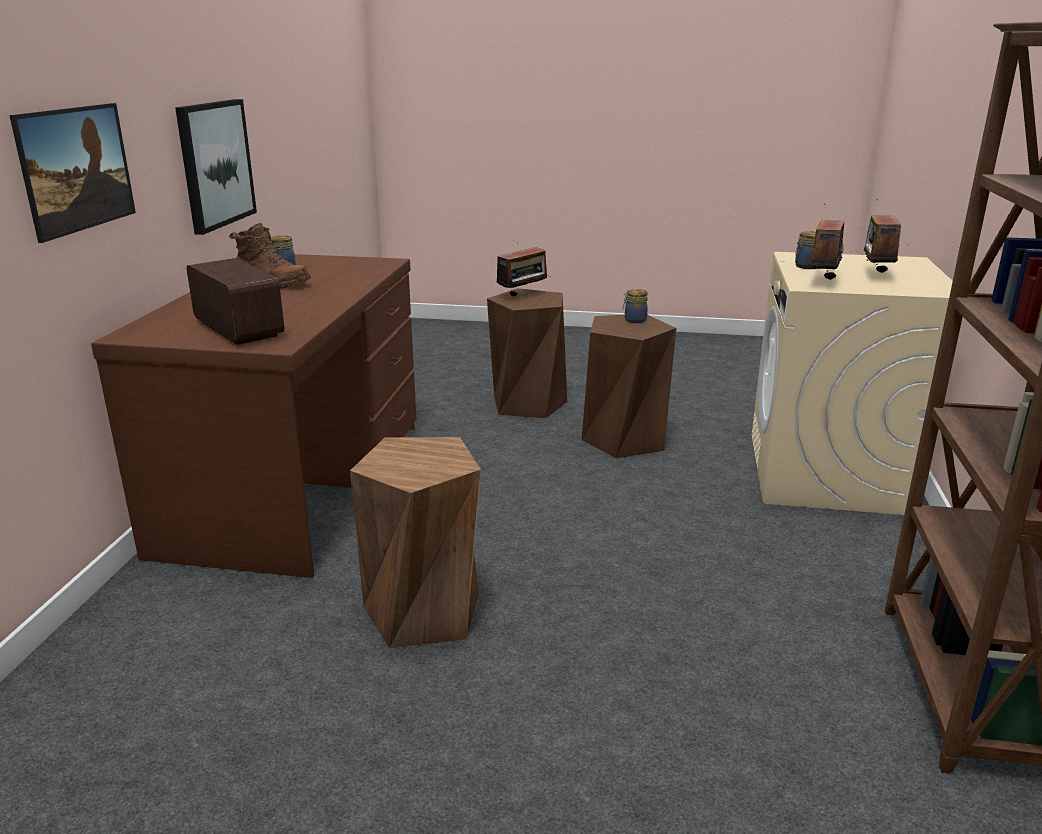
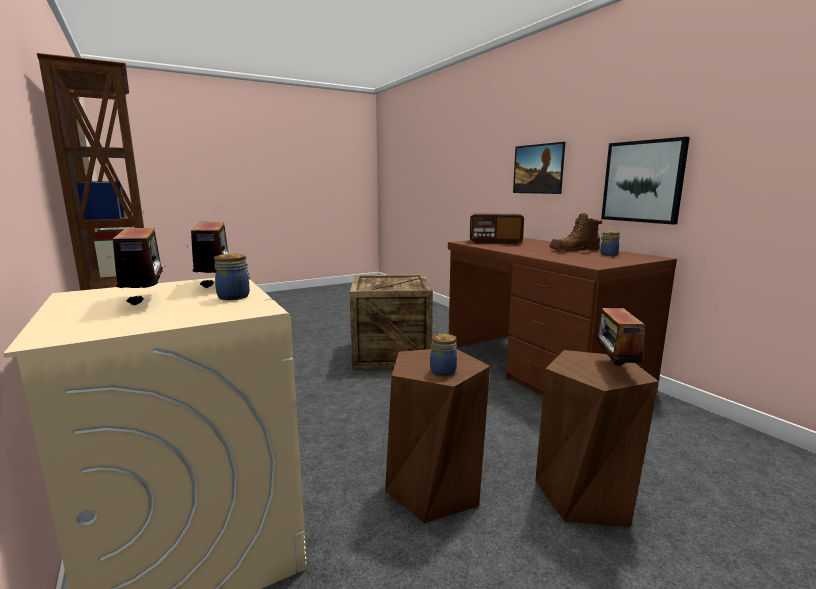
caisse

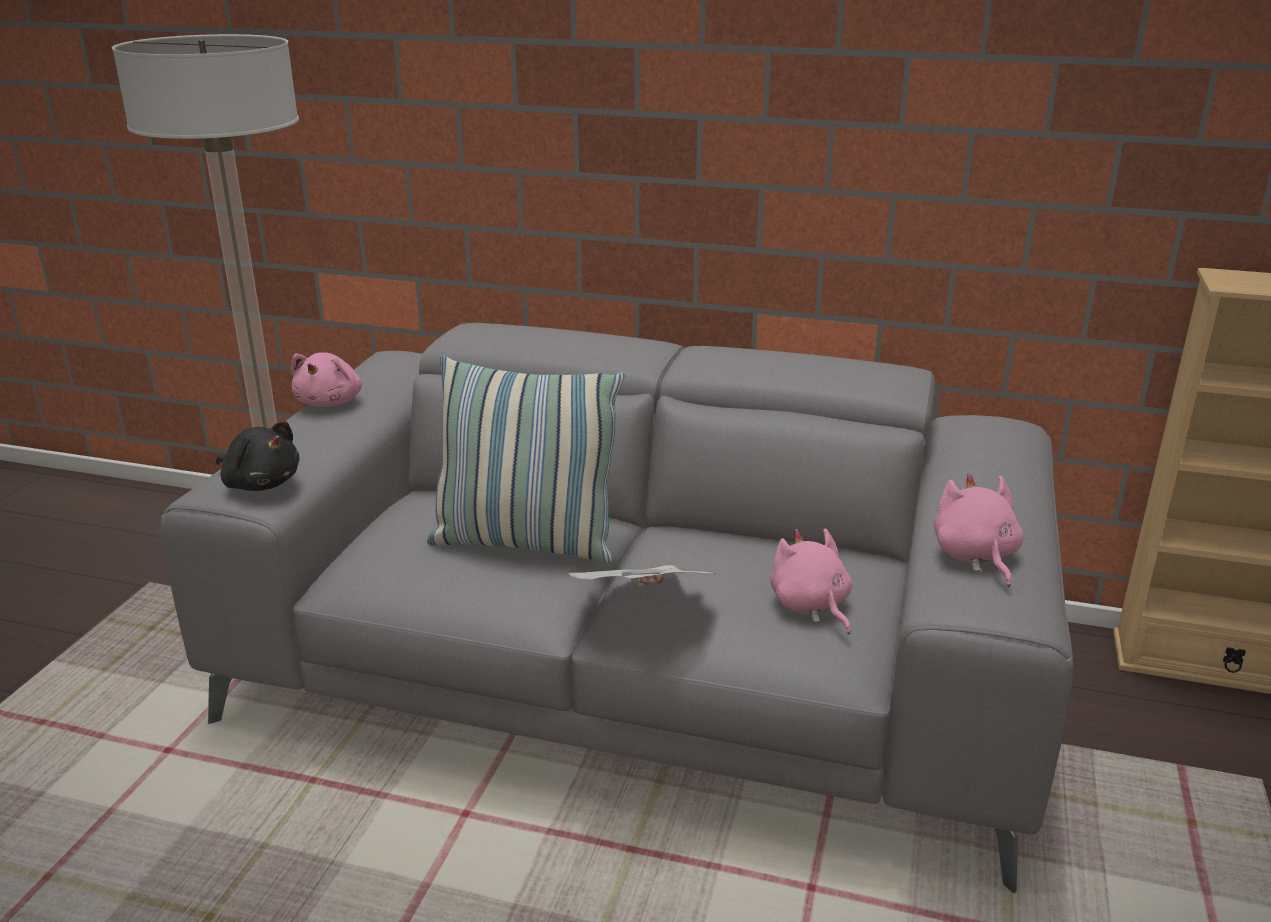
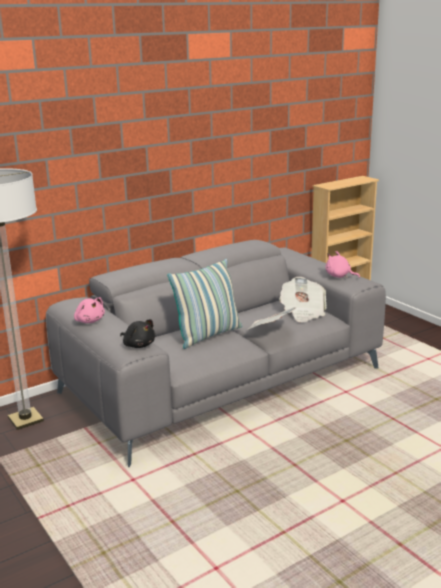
journal (no. 2 from left)
peluche (noir)

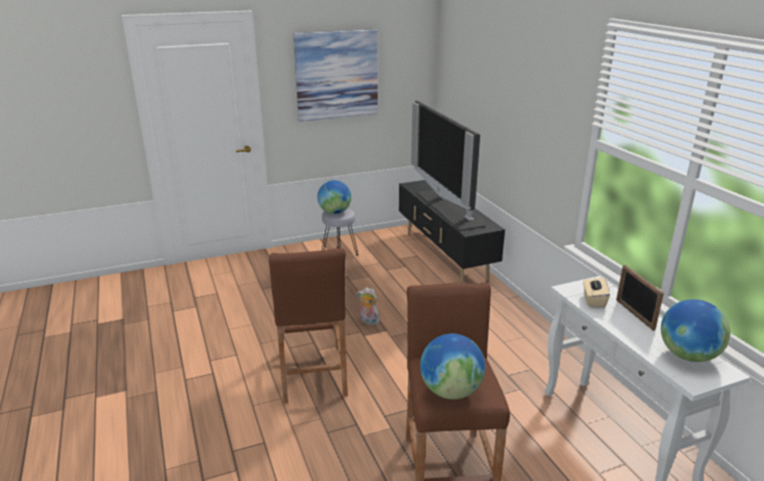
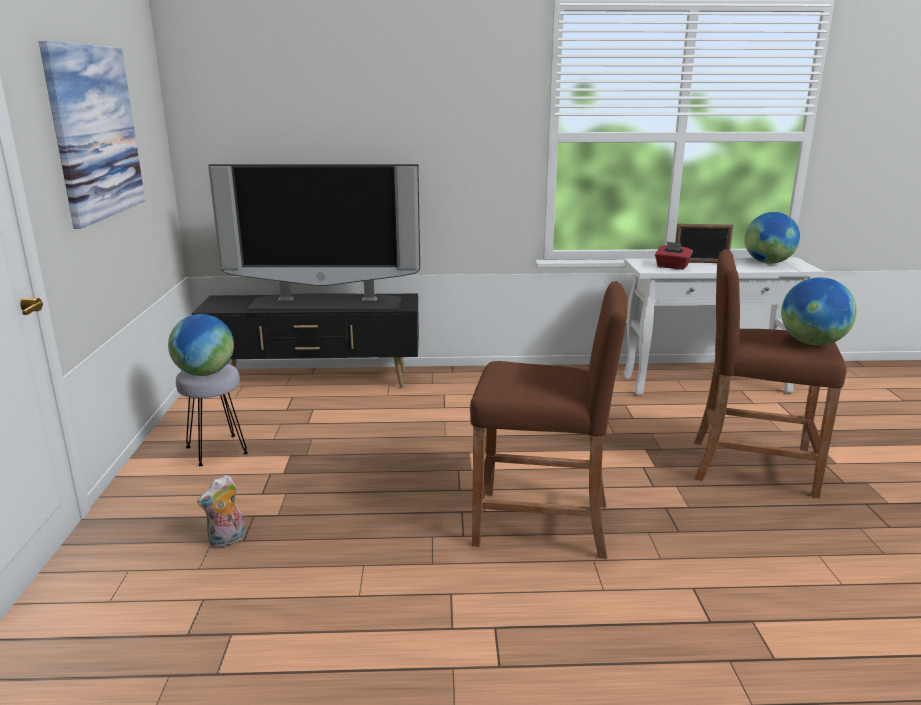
peluche
boîte à mouchoirs (rouge)

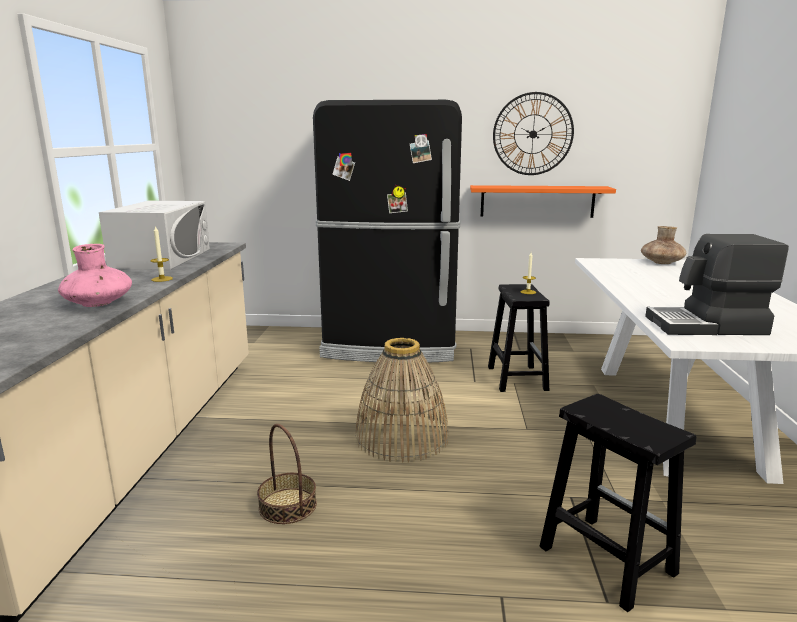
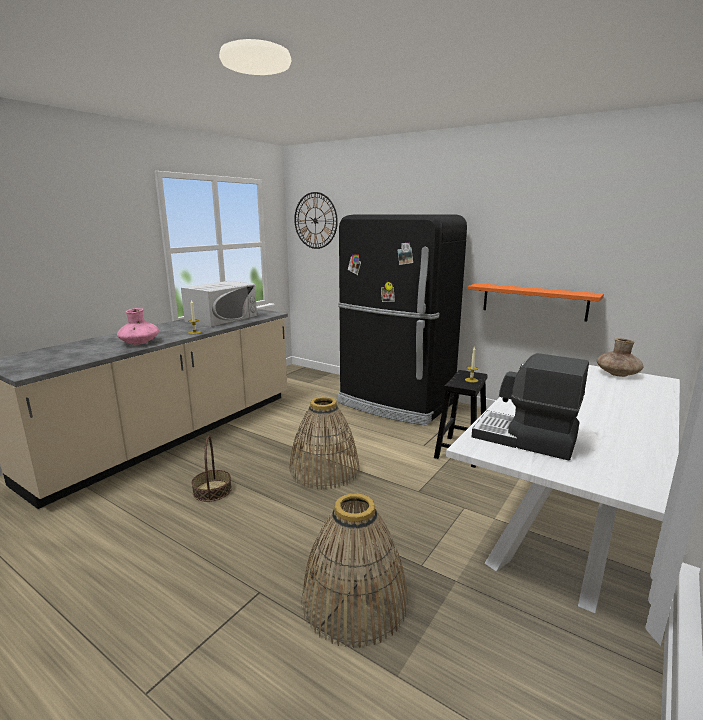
horloge murale
panier (no. 3 from left)

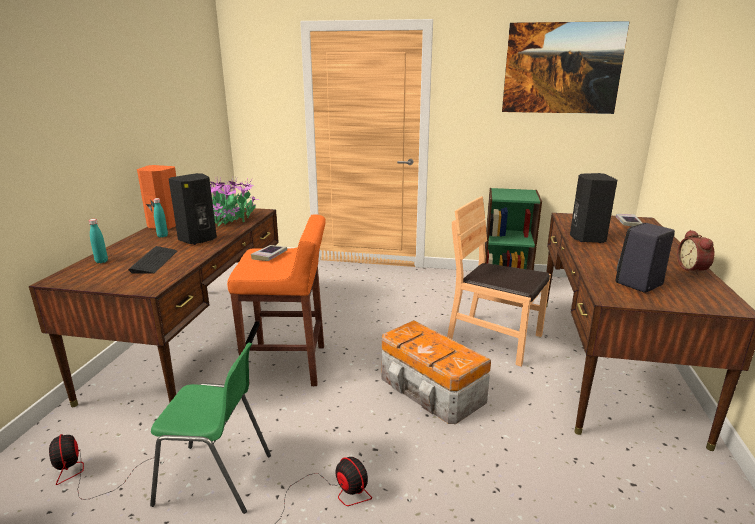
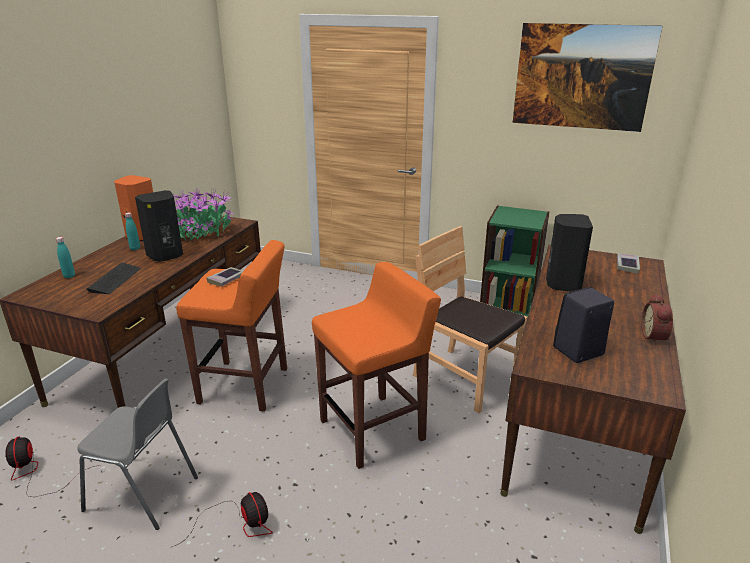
tabouret (orange) (no. 2 from left)
chaise (gris)

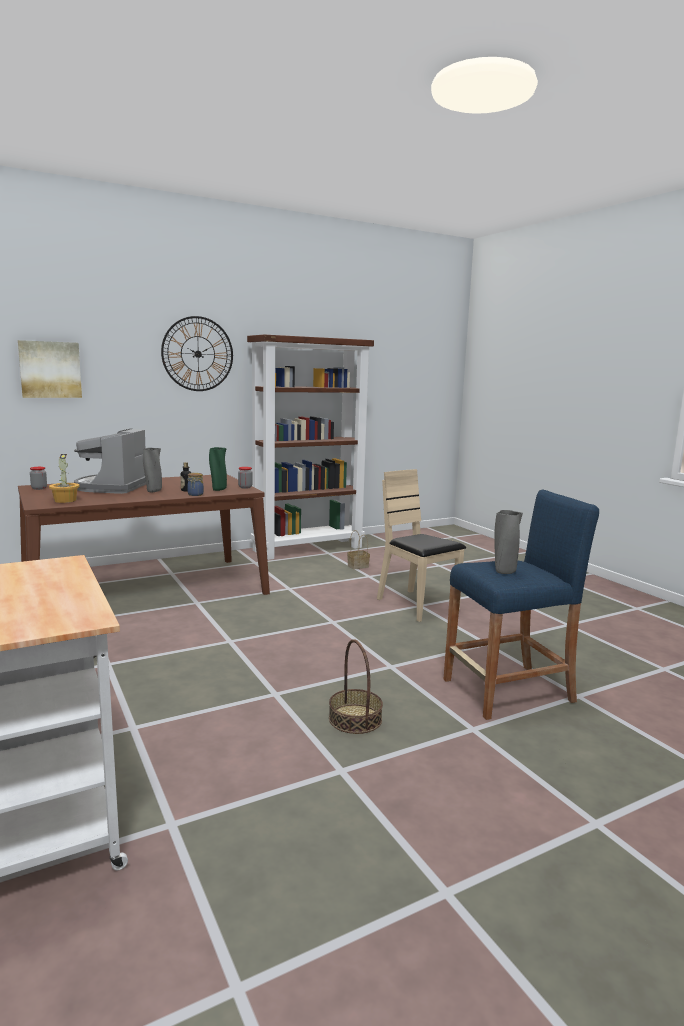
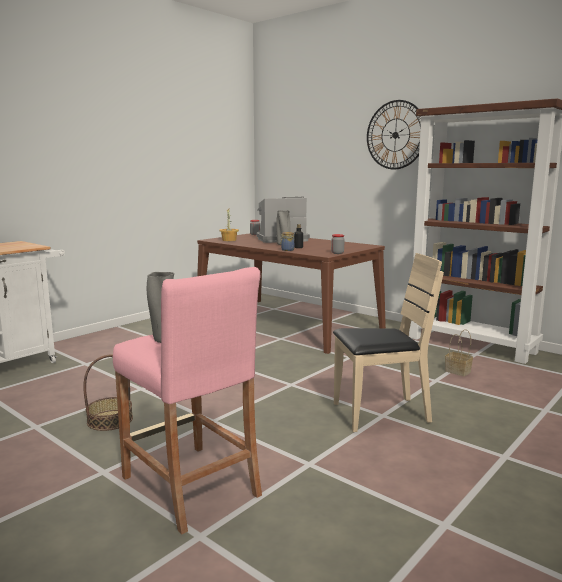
tableau
vase (vert)
tabouret (rose)
chaise (beige)

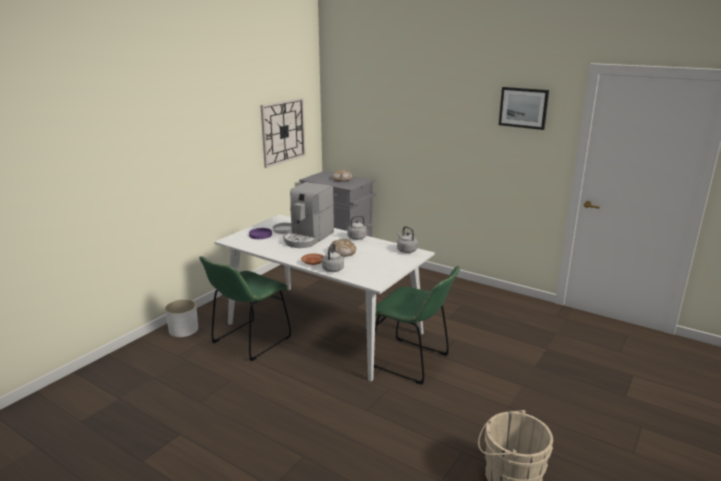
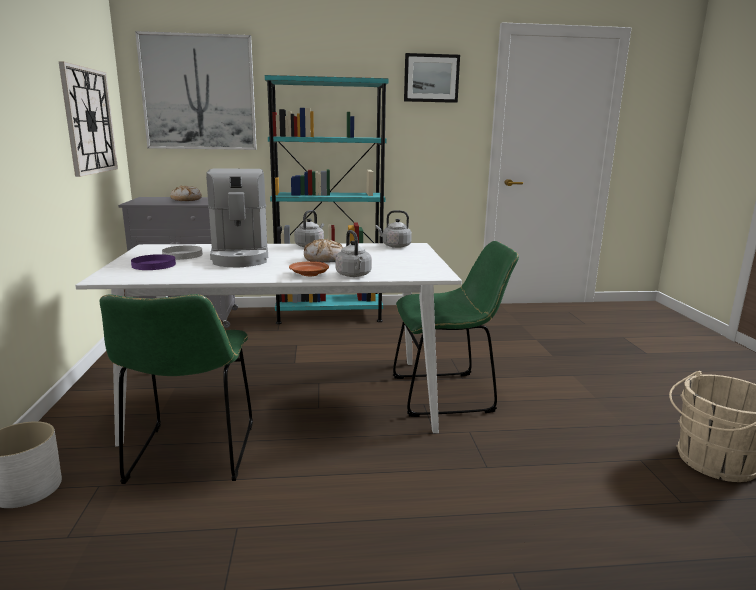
tableau (no. 1 from left)
bibliothèque (turquoise)

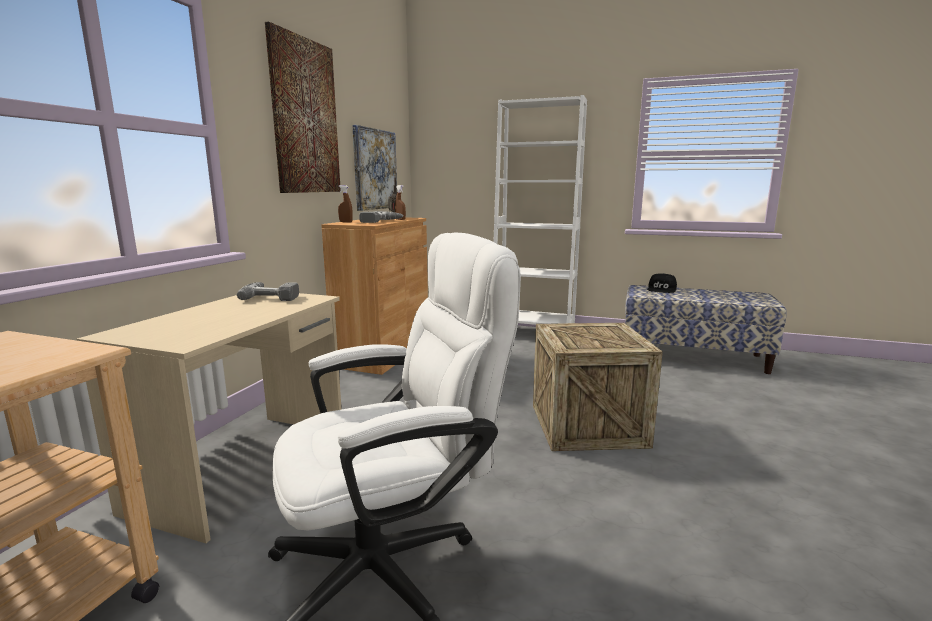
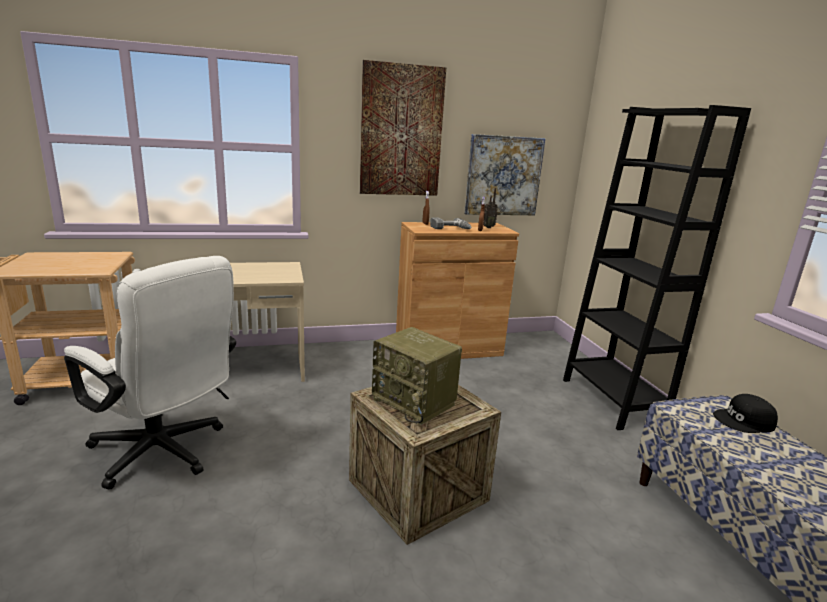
perceuse (no. 1 from left in the first image)
radio (no. 1 from left)
bibliothèque (noir)

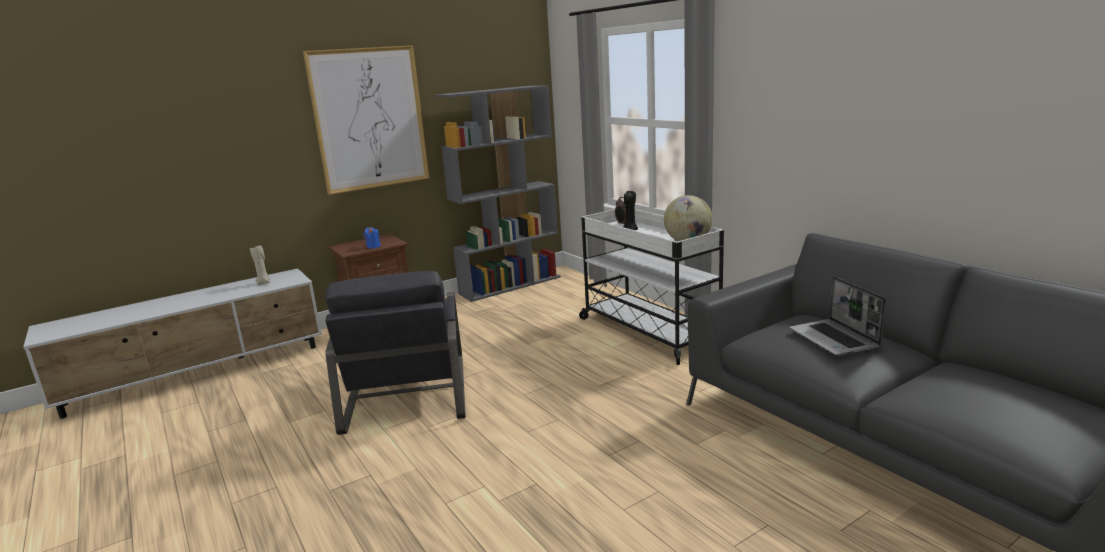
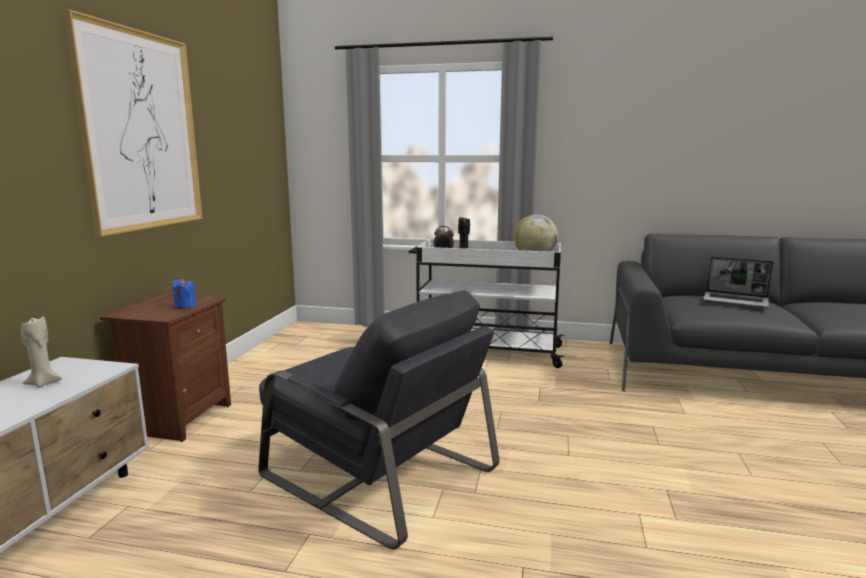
bibliothèque (gris)

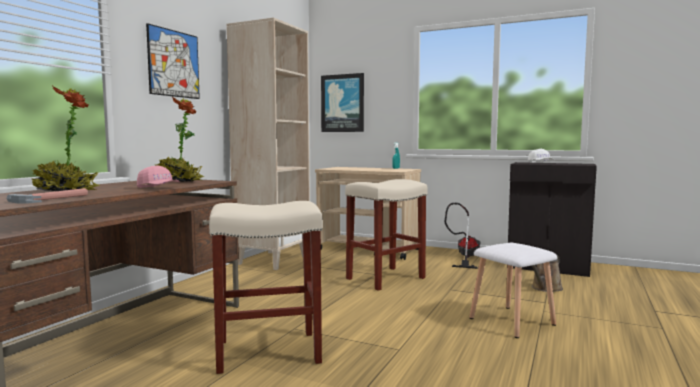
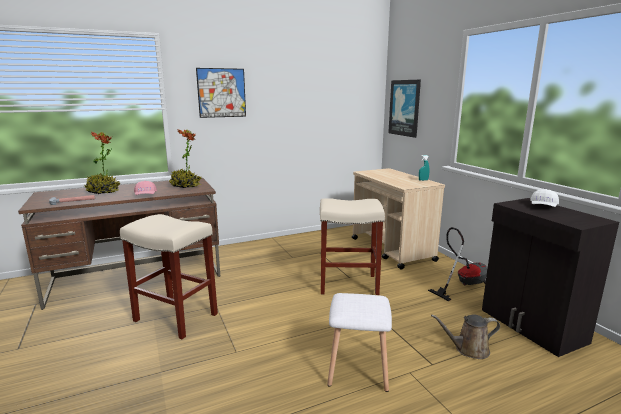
bibliothèque (beige)

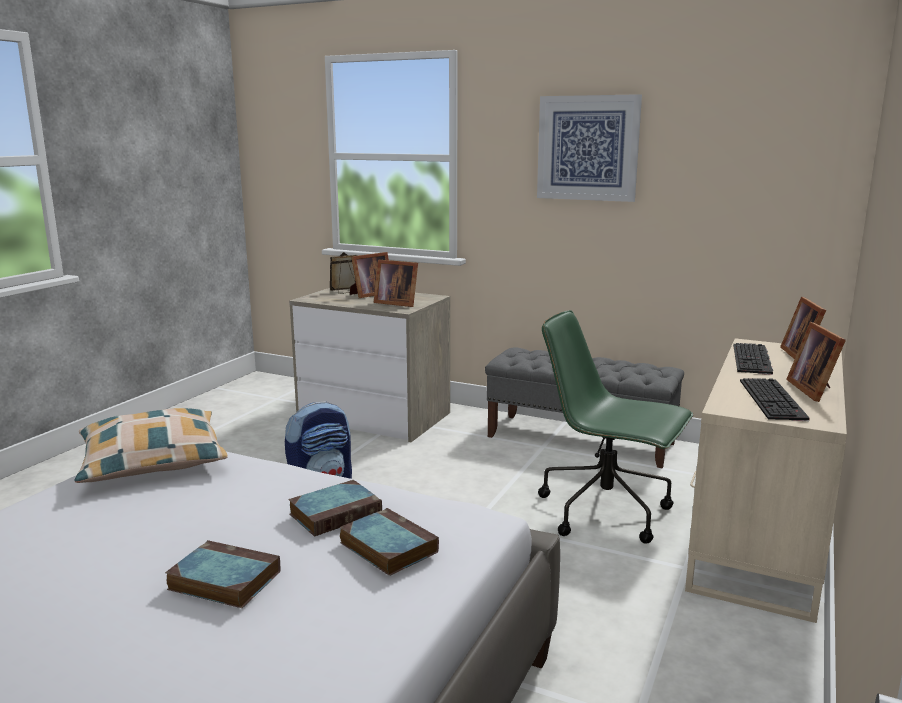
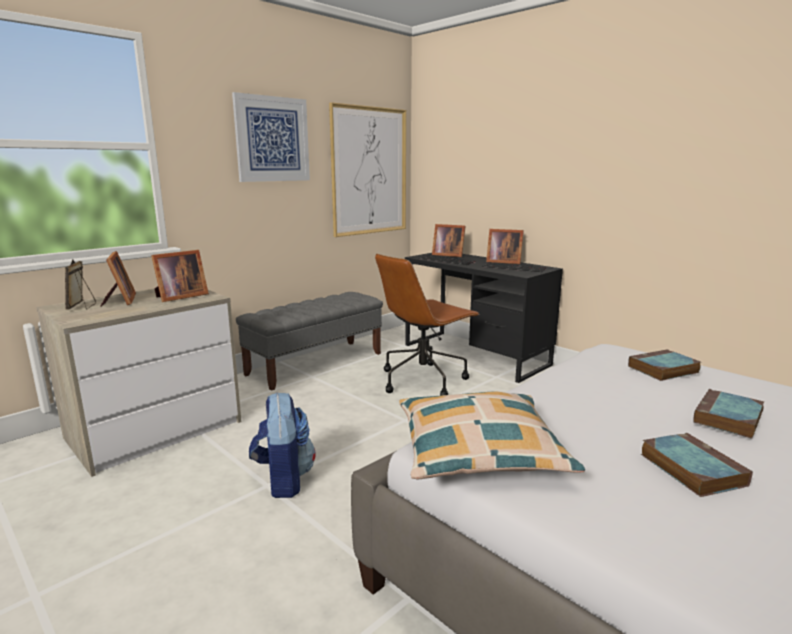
tableau (no. 2 from left)
livre (no. 2 from left)
chaise de bureau (marron)
bureau (noir)

